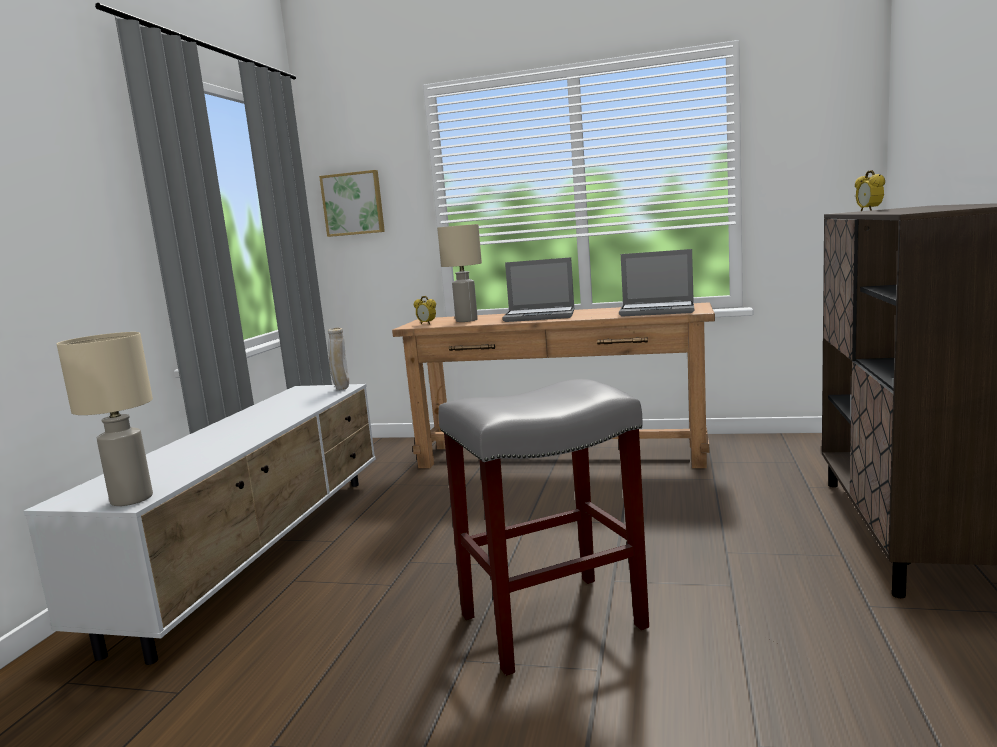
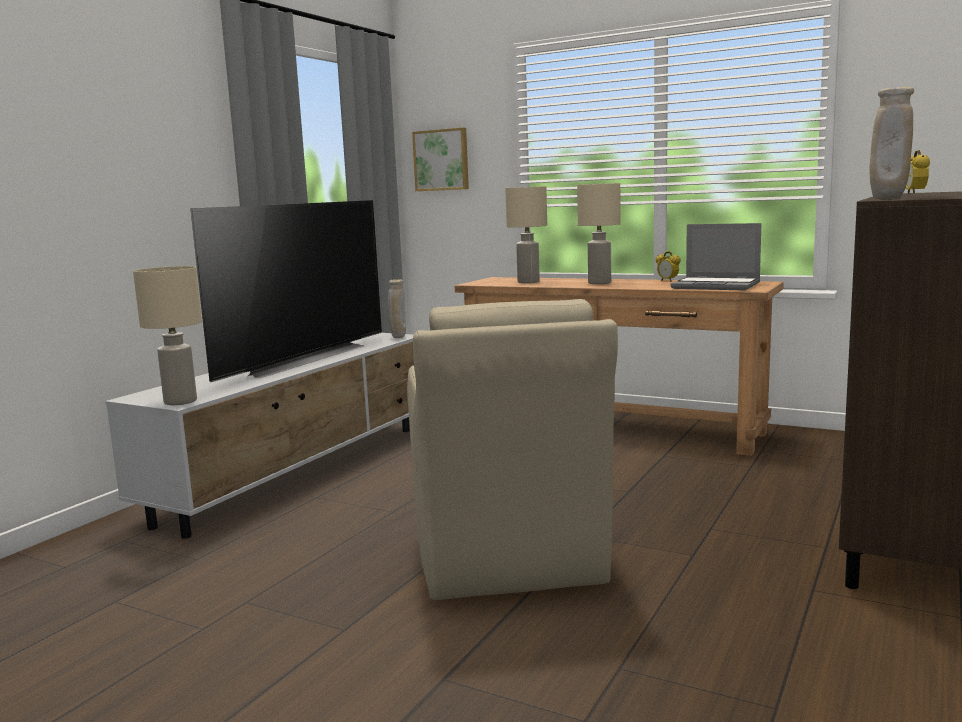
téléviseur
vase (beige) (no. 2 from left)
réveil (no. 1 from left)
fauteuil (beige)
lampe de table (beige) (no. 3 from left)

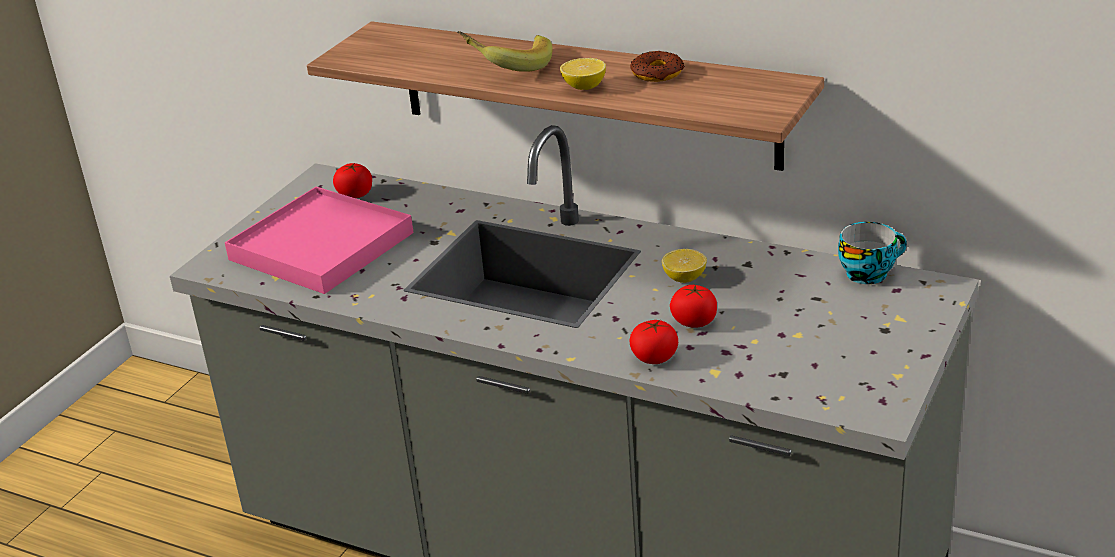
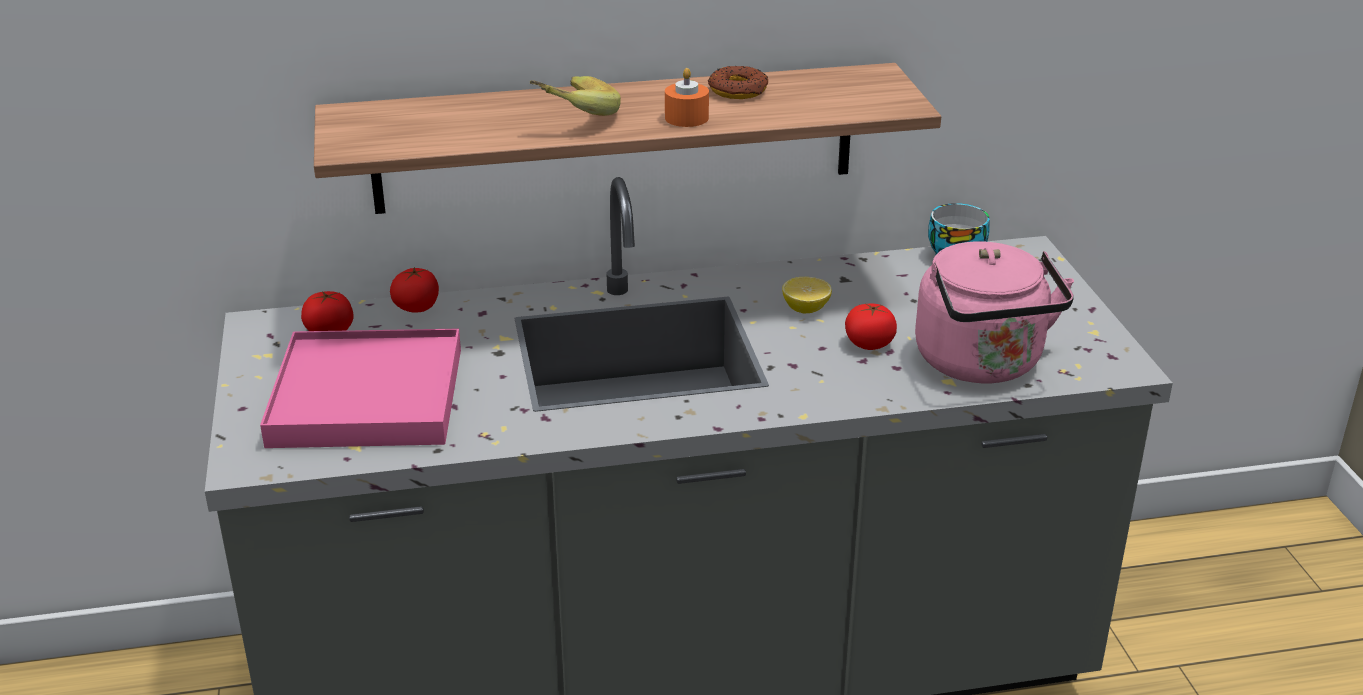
bouilloire (rose)
tomate (no. 2 from left)
bougie (orange)

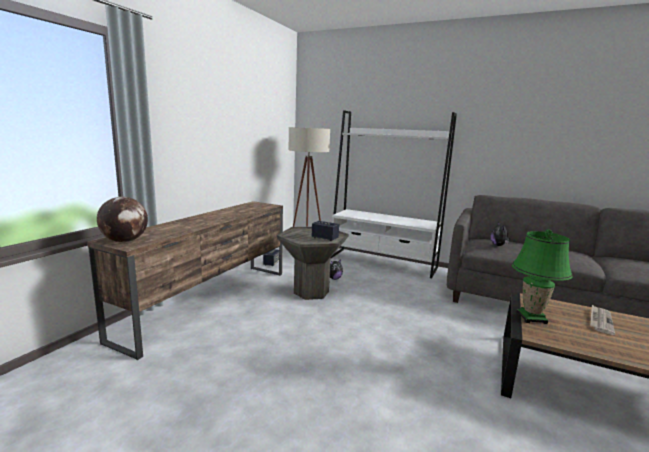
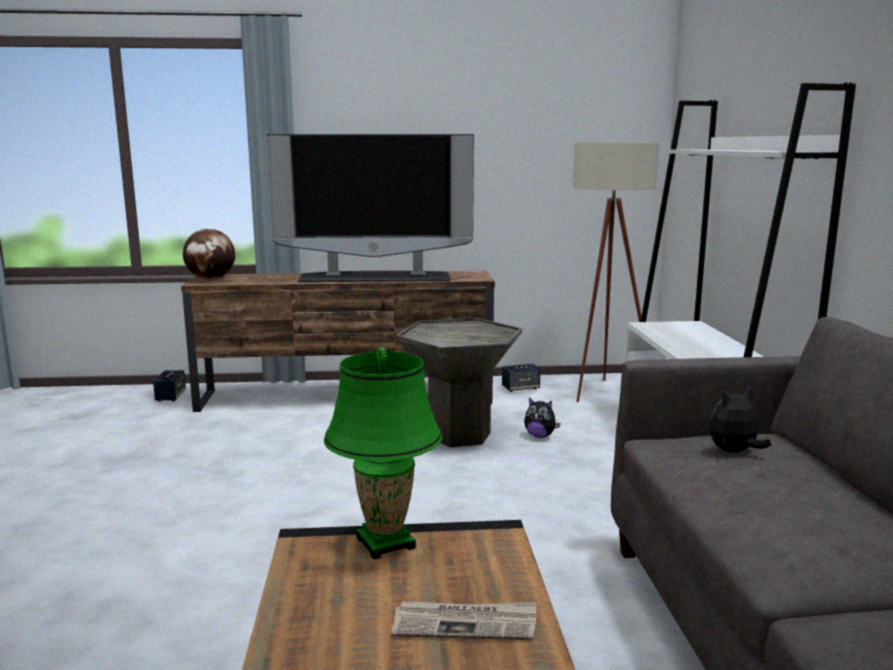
téléviseur
enceinte (no. 1 from left)

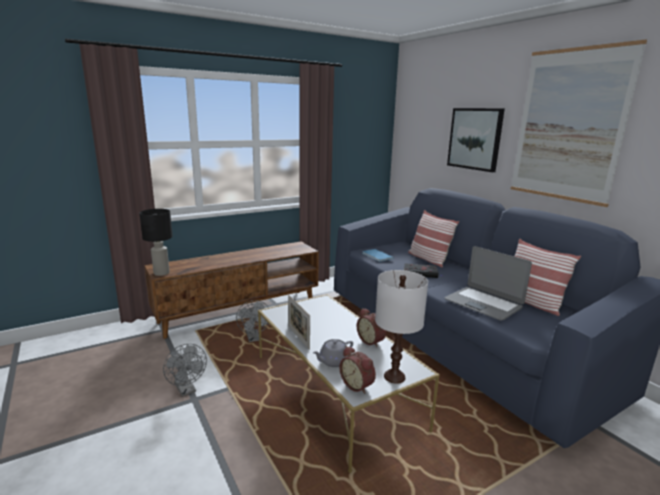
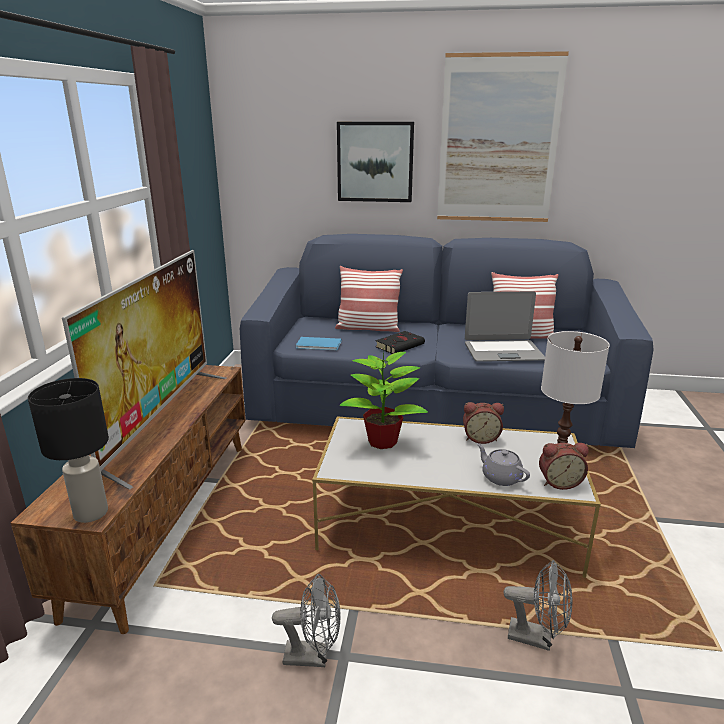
cadre photo
téléviseur
plante en pot
ventilateur (gris) (no. 2 from left)
théière (gris)

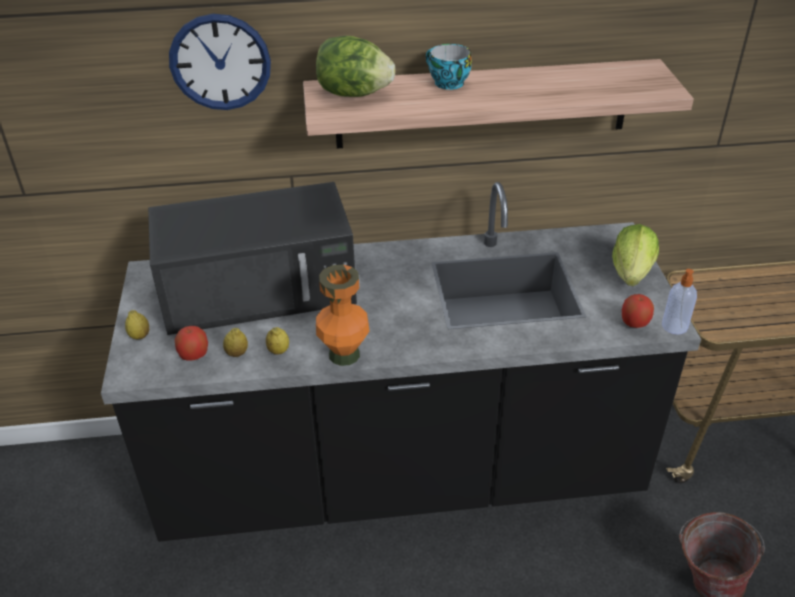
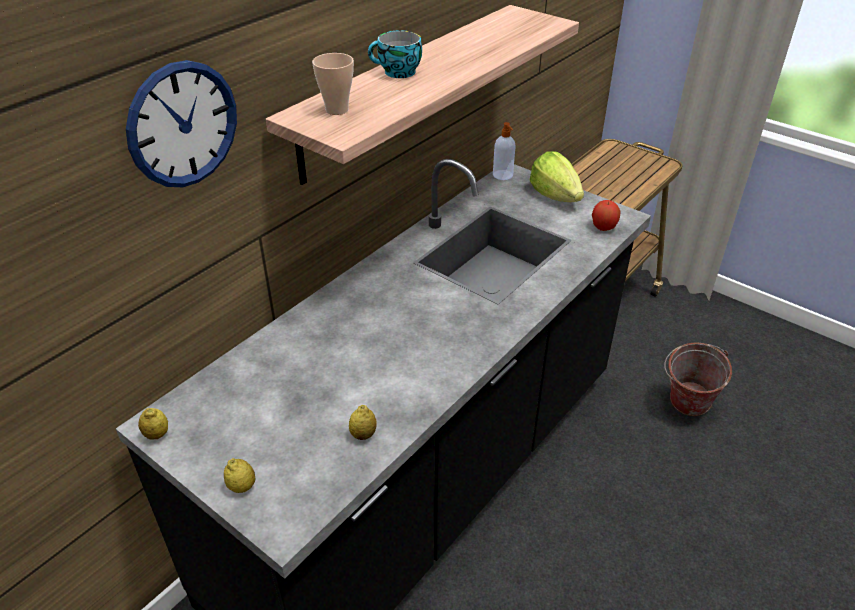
micro-ondes (noir)
pomme (no. 1 from left in the first image)
vase (orange)
citron (no. 1 from left)
distributeur de savon
tasse (no. 1 from left)

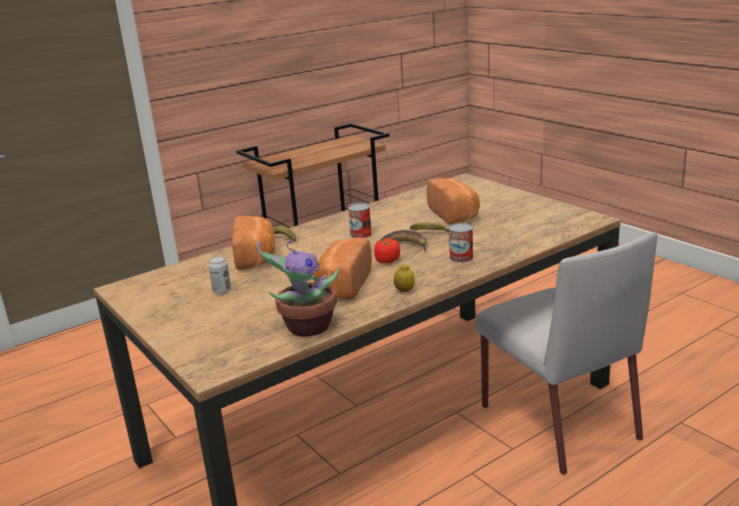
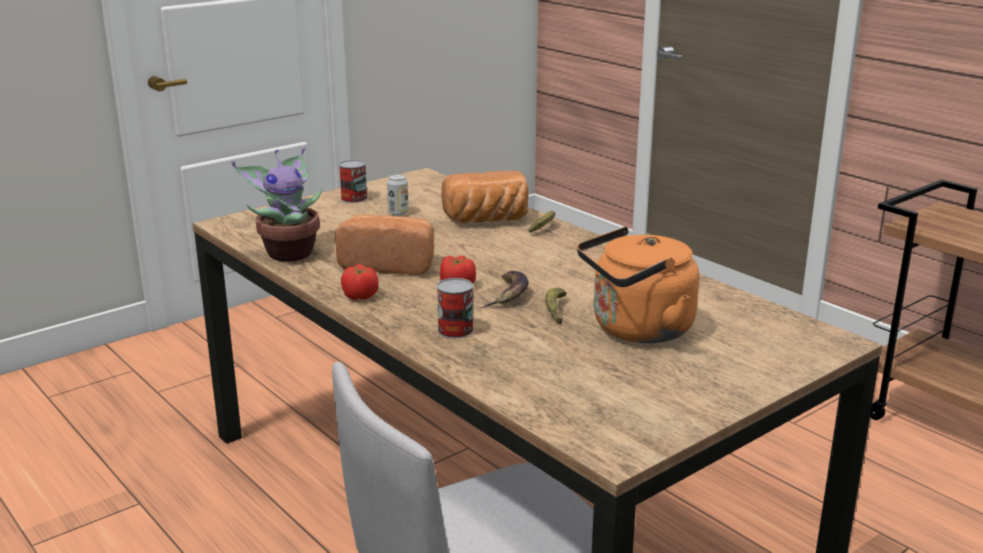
boîte métallique (no. 1 from left)
tomate (no. 1 from left)
bouilloire (orange)

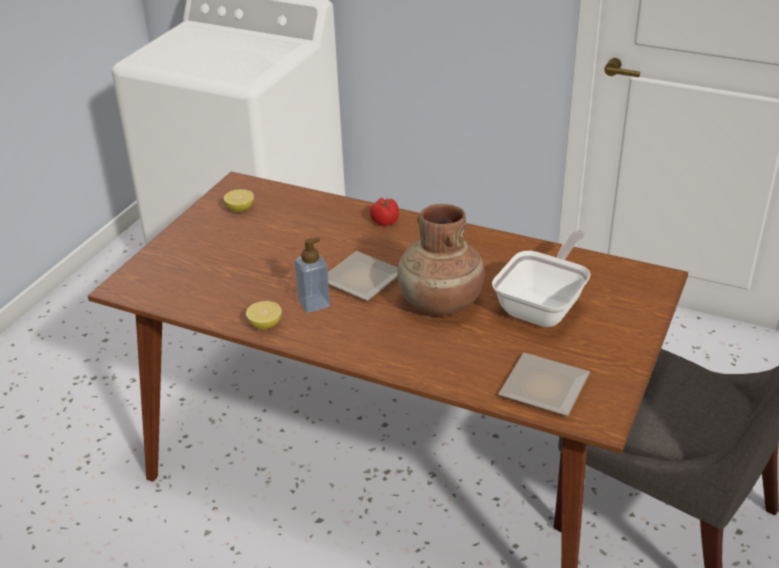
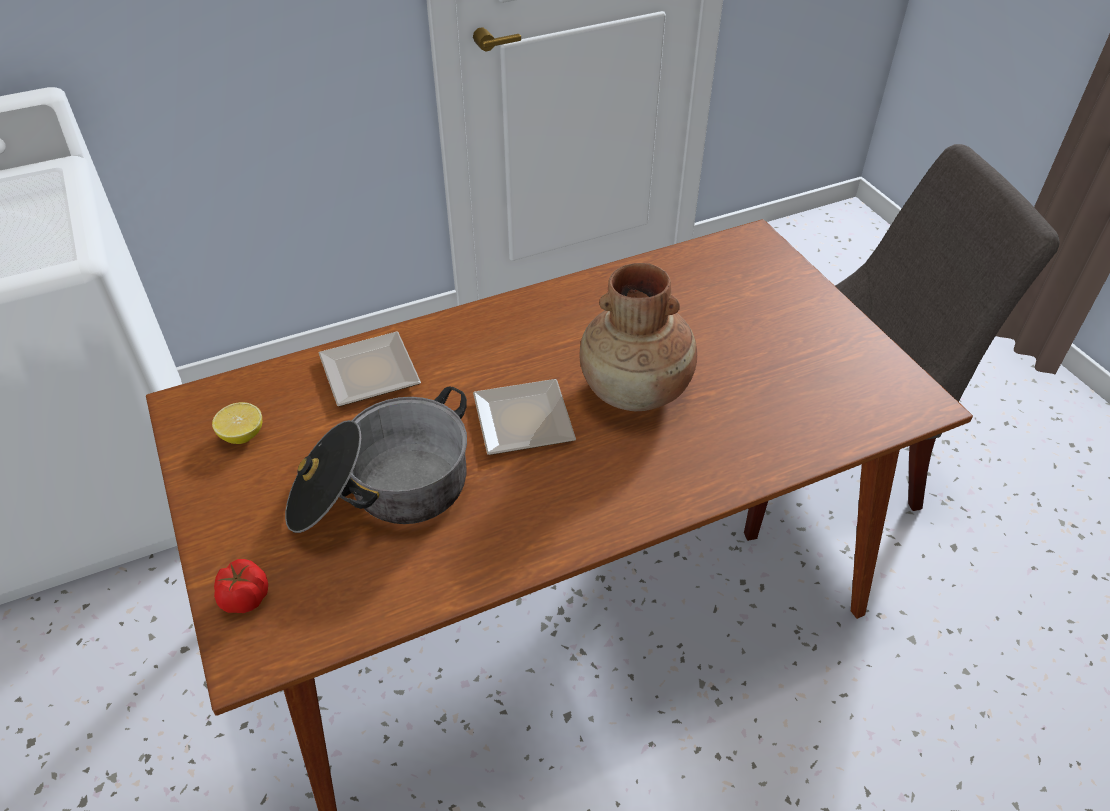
citron (no. 2 from left in the first image)
distributeur de savon
poêle
marmite
tomate
assiette (no. 1 from left)

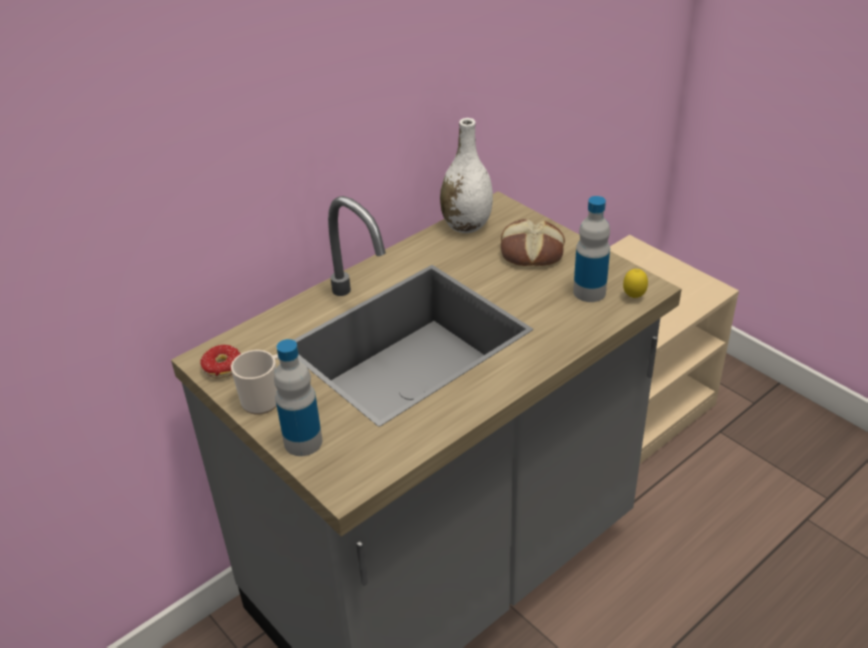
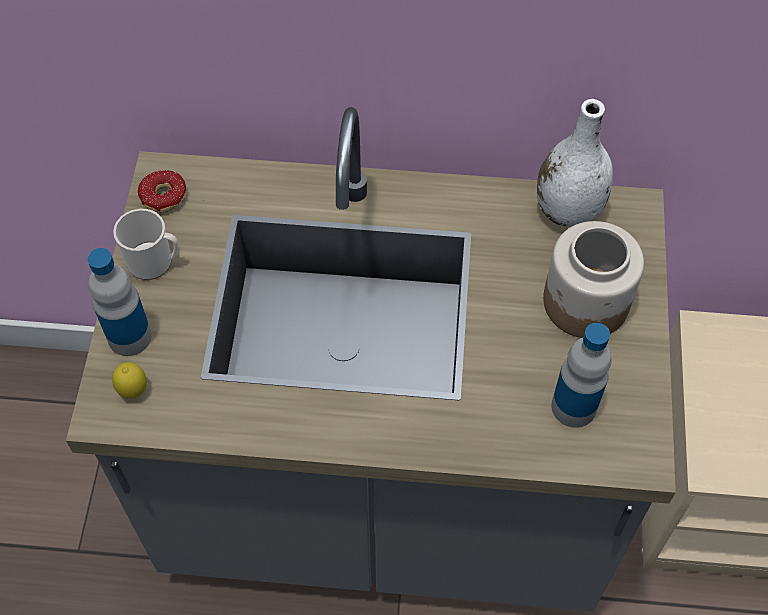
citron
bocal

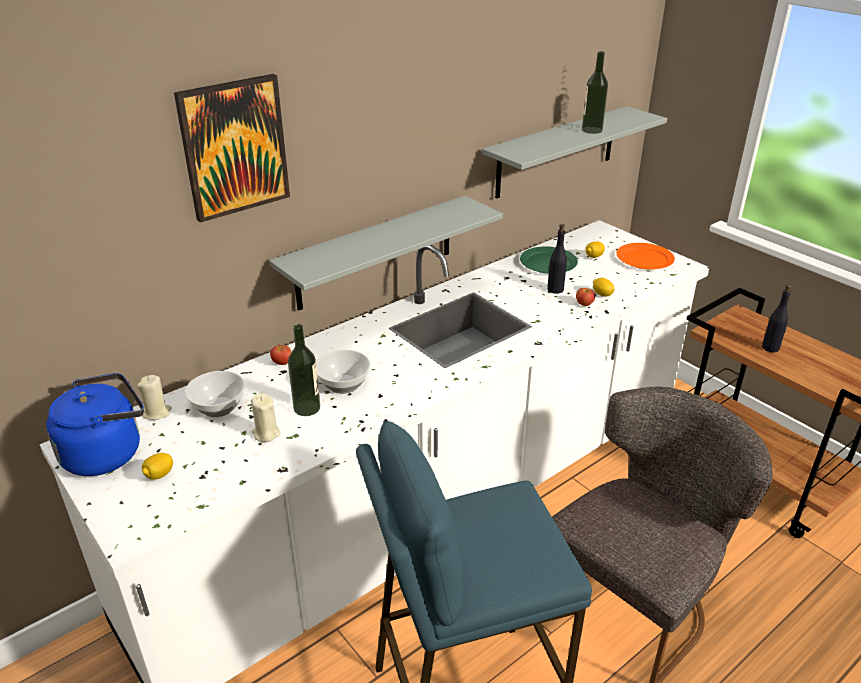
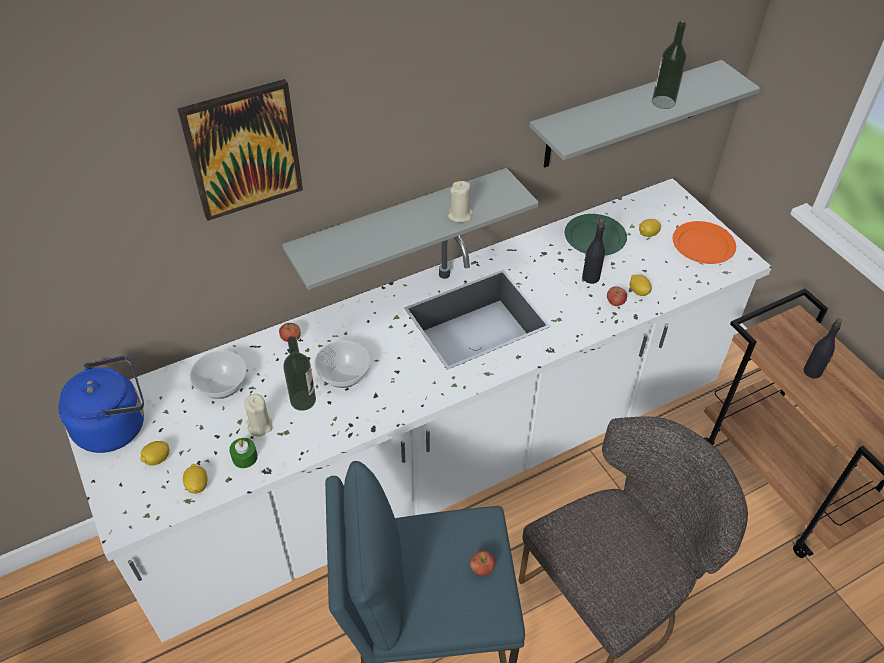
citron (no. 2 from left)
bougie (vert)
pomme (no. 2 from left)
bougie (beige) (no. 2 from left)

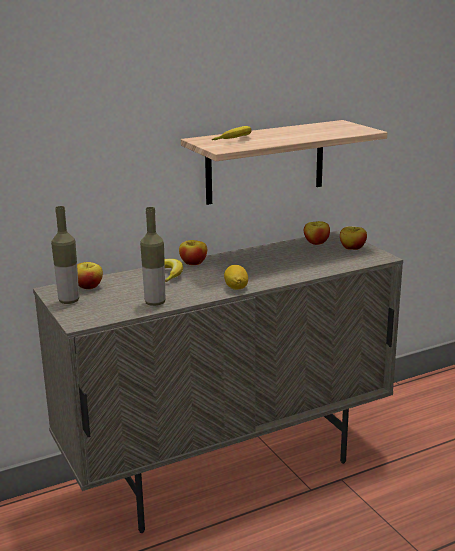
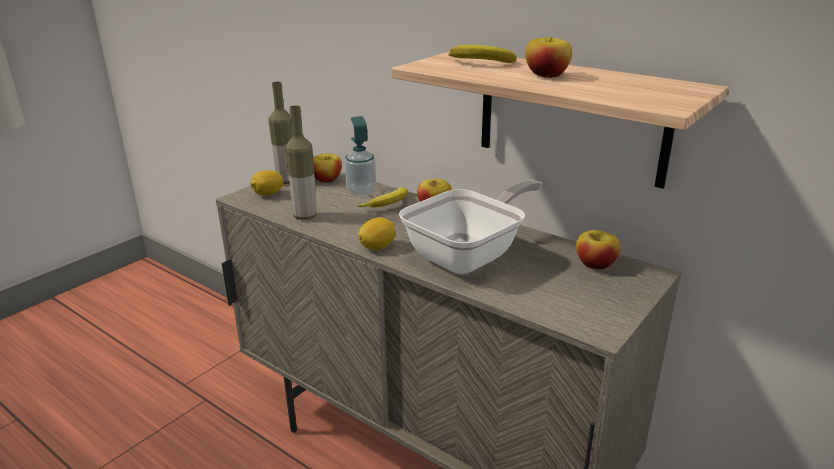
citron (no. 1 from left)
distributeur de savon
poêle
pomme (no. 3 from left)

